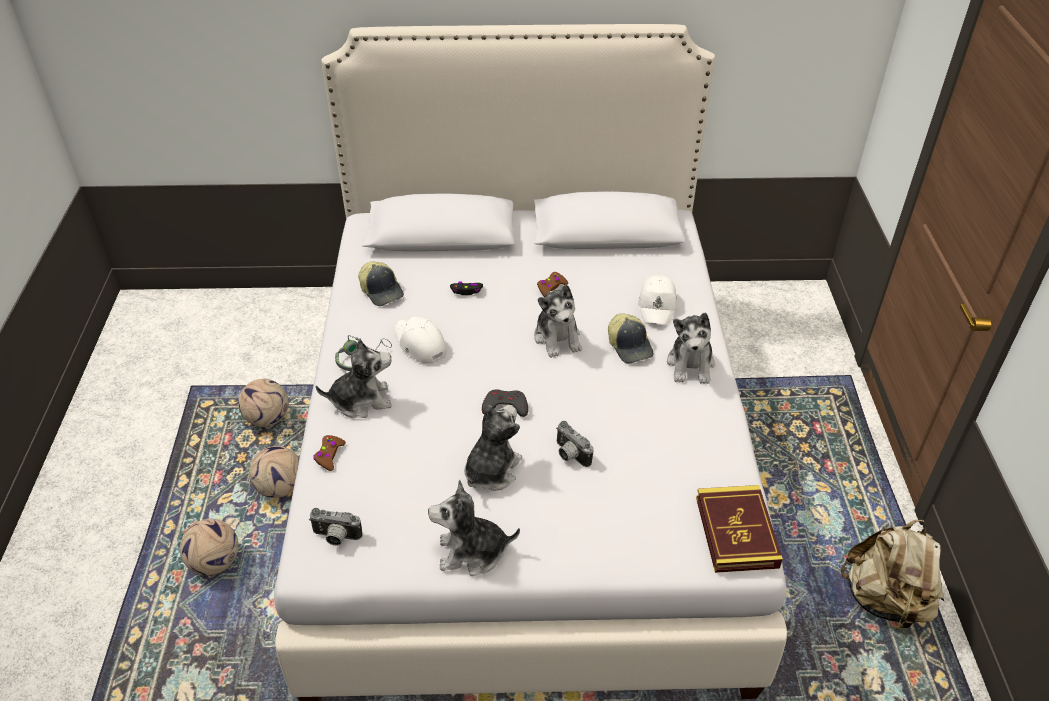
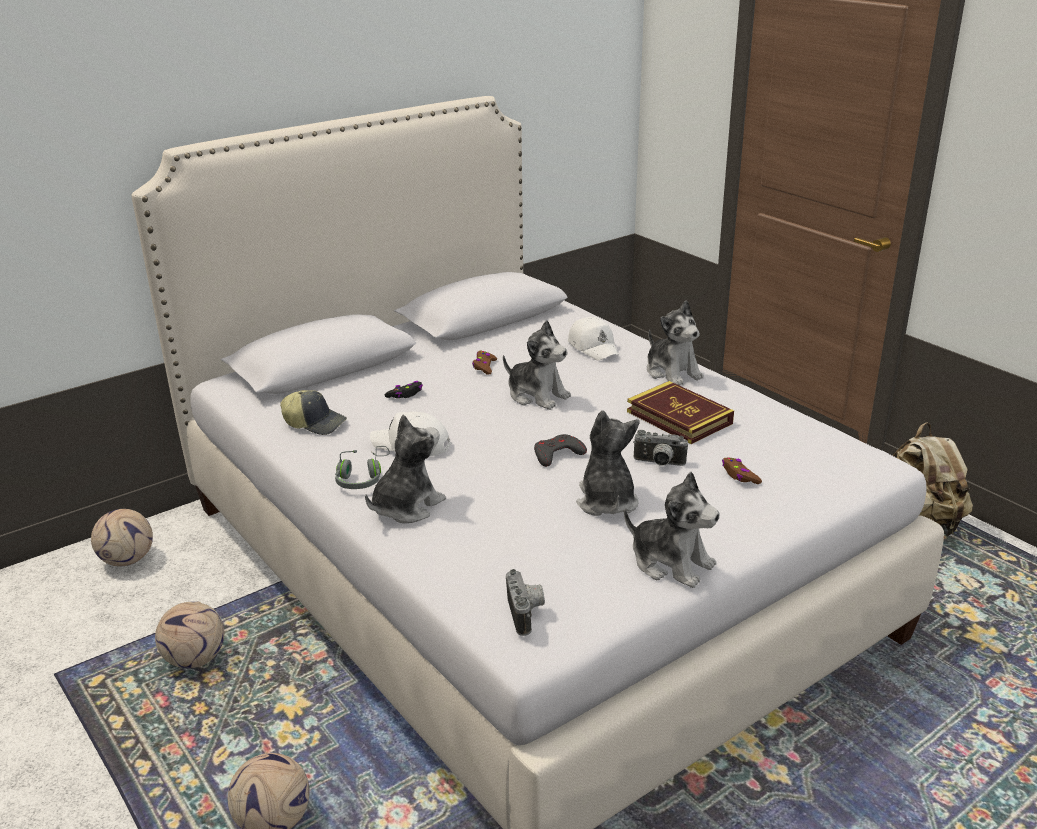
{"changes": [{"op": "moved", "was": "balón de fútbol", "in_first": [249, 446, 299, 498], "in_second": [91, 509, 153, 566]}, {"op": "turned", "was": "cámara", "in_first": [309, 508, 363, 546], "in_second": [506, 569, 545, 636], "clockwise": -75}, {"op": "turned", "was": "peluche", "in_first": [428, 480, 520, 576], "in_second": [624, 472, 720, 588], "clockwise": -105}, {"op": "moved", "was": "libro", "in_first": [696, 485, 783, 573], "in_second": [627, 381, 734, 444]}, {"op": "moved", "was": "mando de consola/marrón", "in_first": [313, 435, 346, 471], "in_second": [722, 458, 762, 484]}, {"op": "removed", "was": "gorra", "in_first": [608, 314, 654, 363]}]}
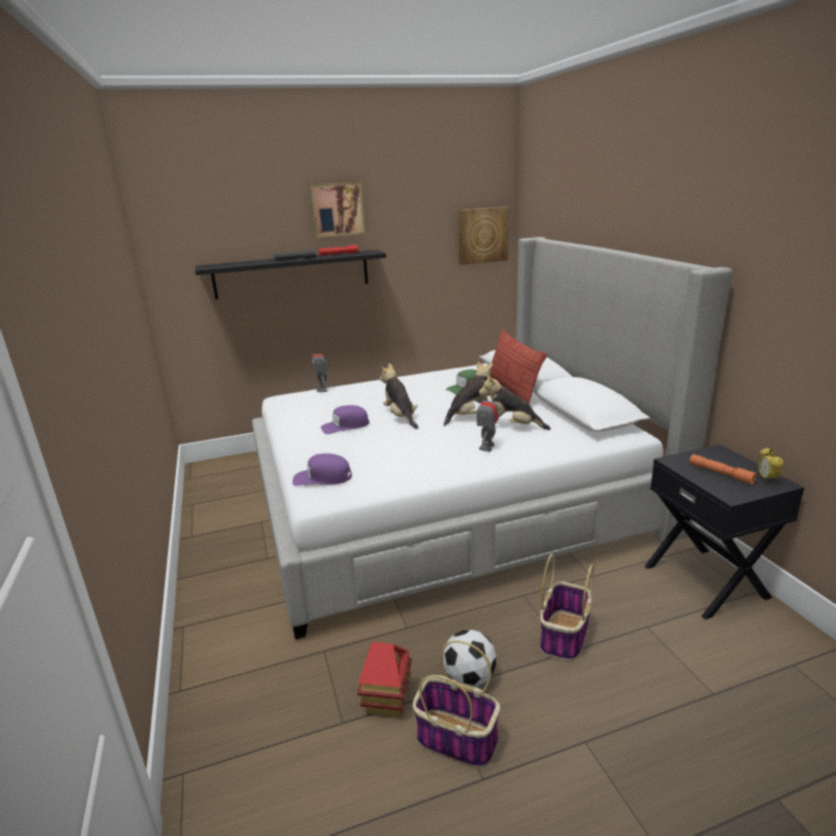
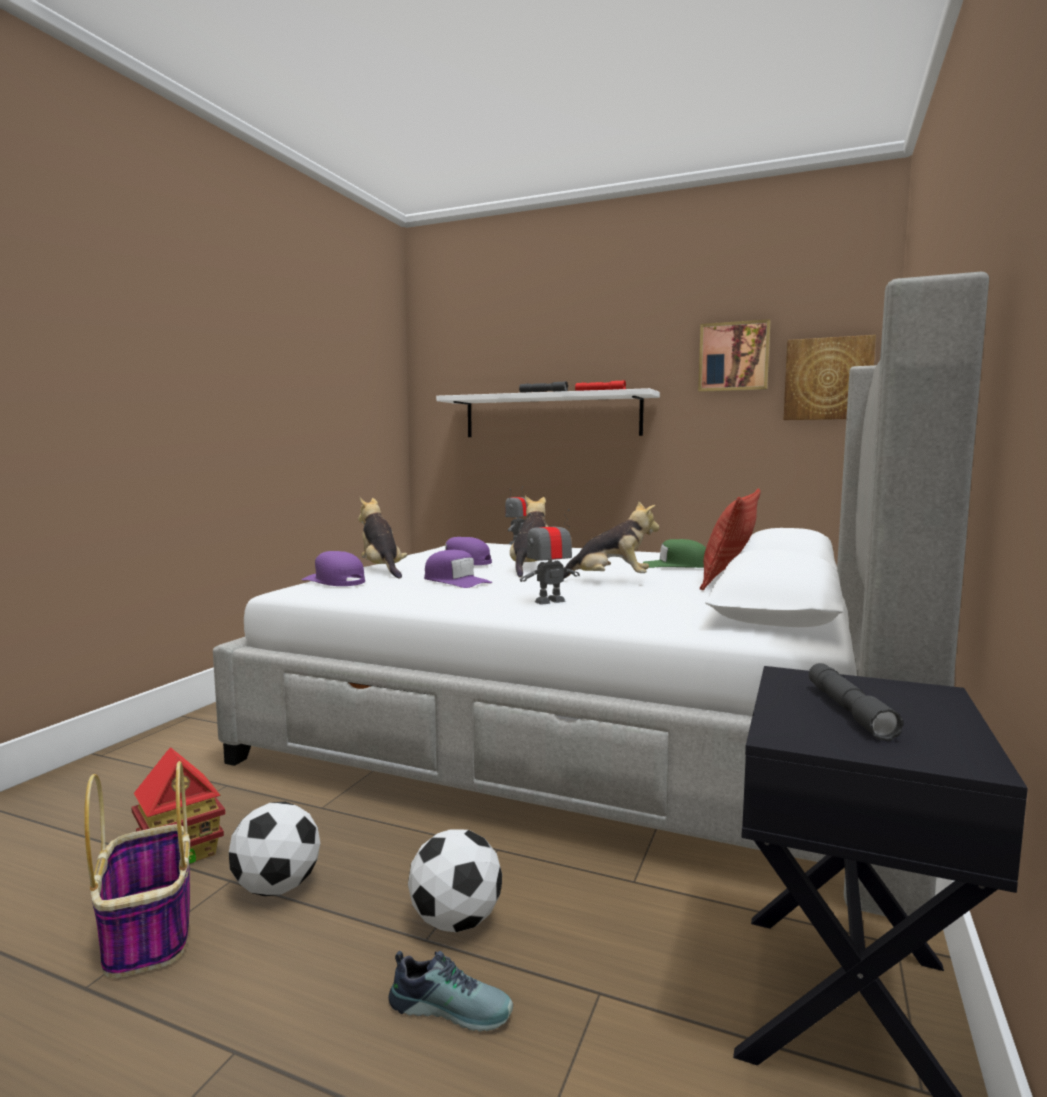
{"changes": [{"op": "moved", "was": "peluche", "in_first": [479, 374, 551, 430], "in_second": [358, 498, 407, 579]}, {"op": "added", "now": "zapato", "in_second": [389, 951, 513, 1032]}, {"op": "replaced", "was": "cesta", "now": "balón de fútbol", "in_first": [540, 554, 594, 661], "in_second": [408, 829, 502, 932]}, {"op": "added", "now": "gorra/morado", "in_second": [424, 550, 492, 588]}, {"op": "recoloured", "was": "estante/negro", "now": "estante/blanco", "in_first": [195, 250, 386, 299], "in_second": [436, 388, 660, 437]}, {"op": "moved", "was": "cuadro", "in_first": [310, 182, 365, 238], "in_second": [698, 319, 770, 392]}, {"op": "recoloured", "was": "linterna/naranja", "now": "linterna/gris", "in_first": [689, 454, 757, 485], "in_second": [809, 663, 904, 741]}, {"op": "removed", "was": "despertador", "in_first": [759, 448, 784, 483]}]}
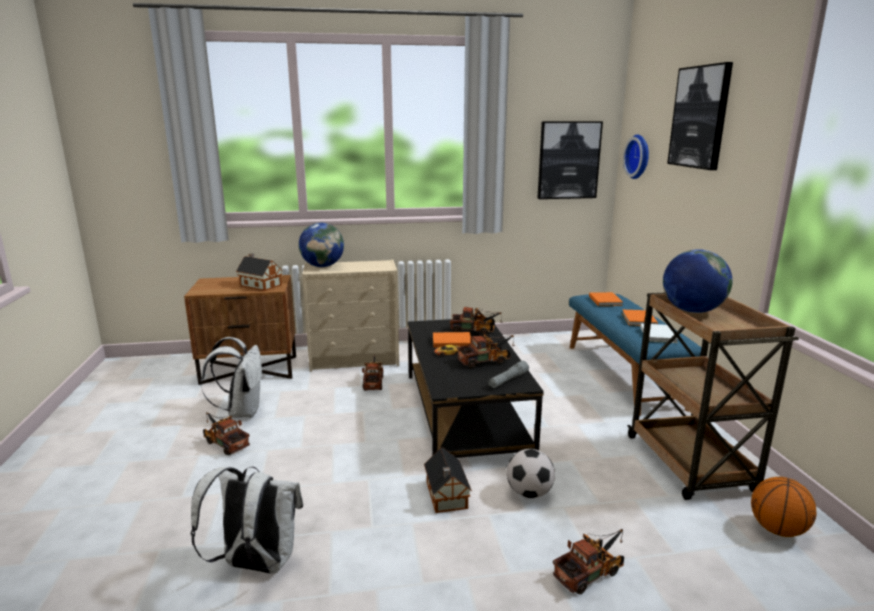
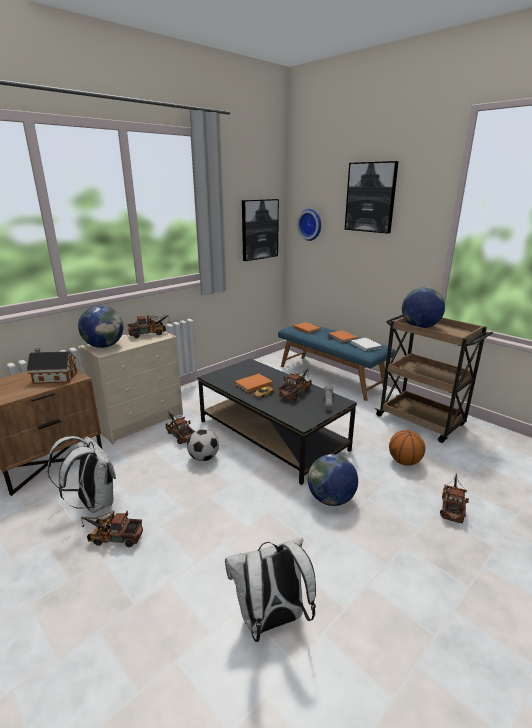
{"changes": [{"op": "moved", "was": "camión de juguete", "in_first": [450, 307, 503, 335], "in_second": [128, 315, 169, 338]}, {"op": "moved", "was": "balón de fútbol", "in_first": [507, 449, 555, 498], "in_second": [187, 429, 219, 461]}, {"op": "replaced", "was": "casita", "now": "globo terráqueo", "in_first": [424, 448, 472, 513], "in_second": [308, 454, 358, 506]}, {"op": "moved", "was": "balón de baloncesto", "in_first": [751, 477, 816, 537], "in_second": [389, 430, 425, 466]}]}
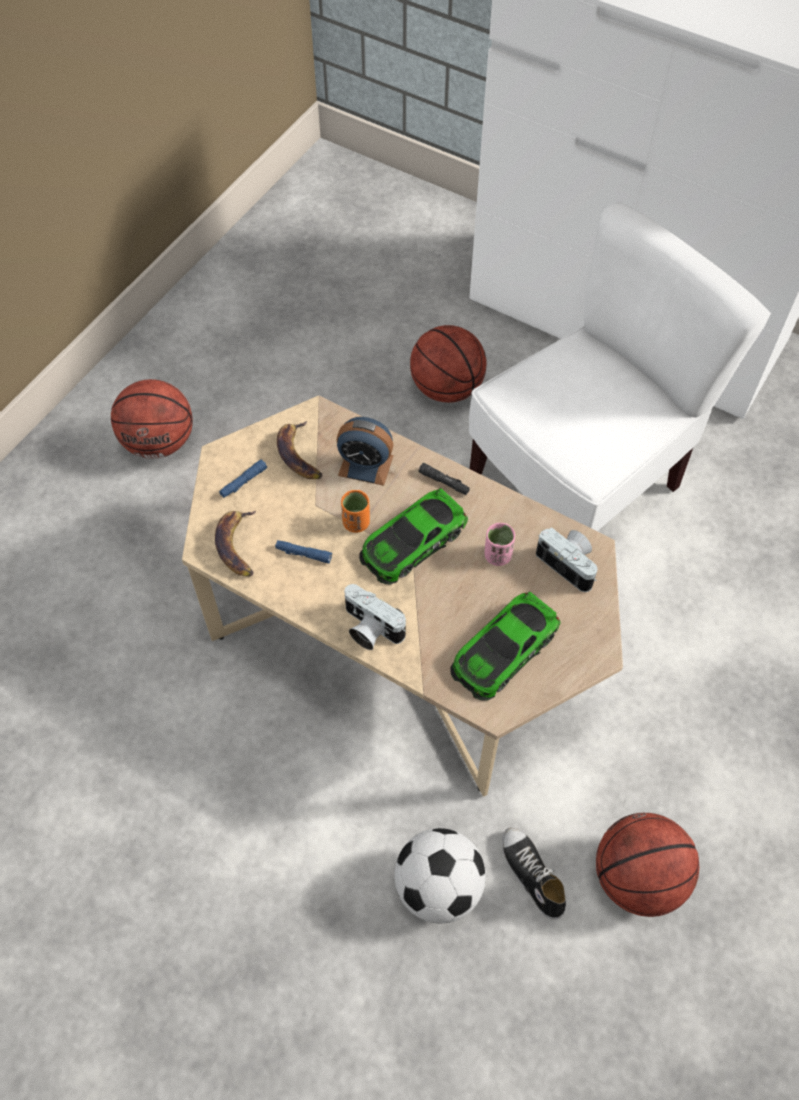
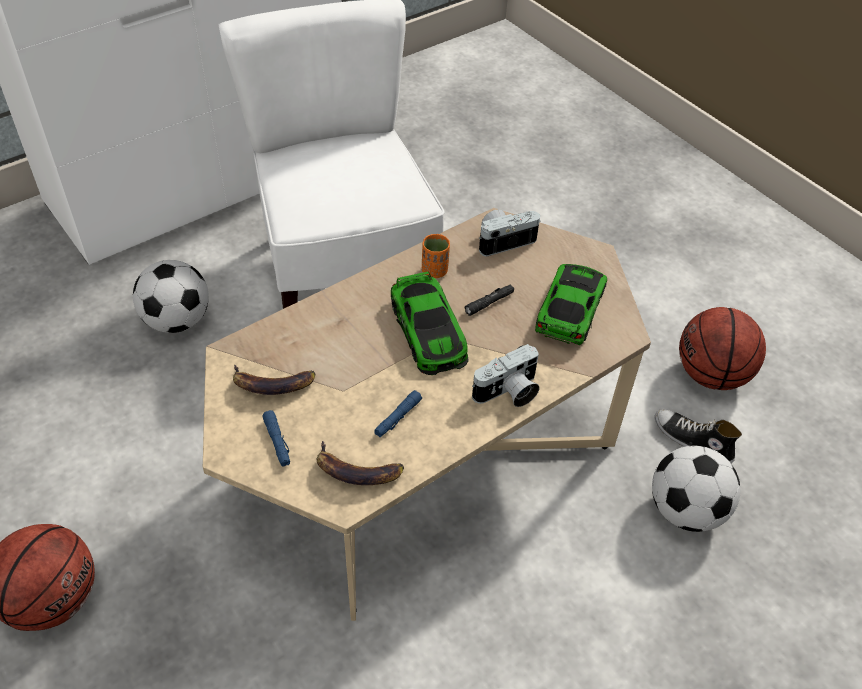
{"changes": [{"op": "replaced", "was": "balón de baloncesto", "now": "balón de fútbol", "in_first": [410, 325, 486, 403], "in_second": [133, 260, 209, 333]}, {"op": "moved", "was": "taza/naranja", "in_first": [341, 490, 370, 533], "in_second": [422, 234, 450, 278]}, {"op": "moved", "was": "linterna/negro", "in_first": [419, 463, 470, 495], "in_second": [464, 284, 514, 316]}, {"op": "turned", "was": "coche de juguete", "in_first": [450, 592, 561, 701], "in_second": [535, 264, 607, 345], "clockwise": -135}, {"op": "turned", "was": "zapato", "in_first": [502, 827, 566, 920], "in_second": [654, 409, 742, 464], "clockwise": 45}, {"op": "removed", "was": "despertador", "in_first": [336, 417, 394, 486]}, {"op": "removed", "was": "taza/rosa", "in_first": [485, 523, 515, 566]}]}
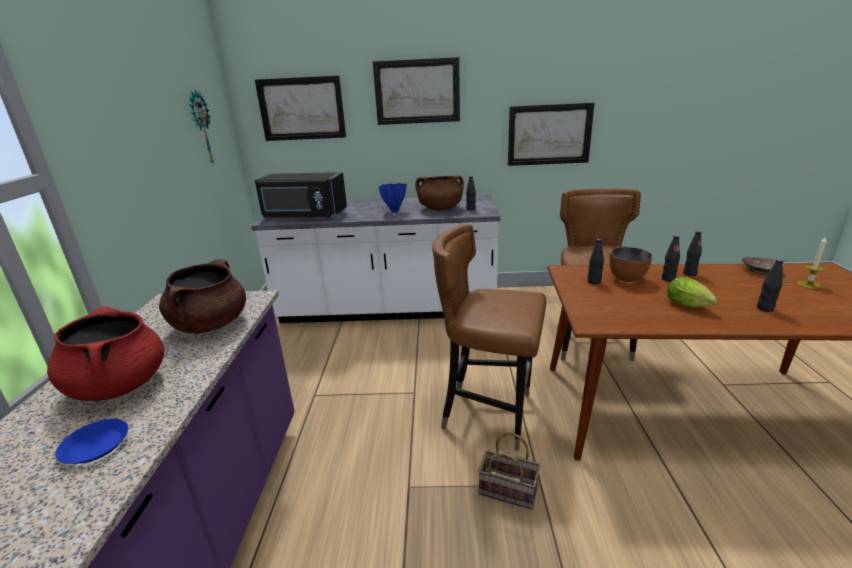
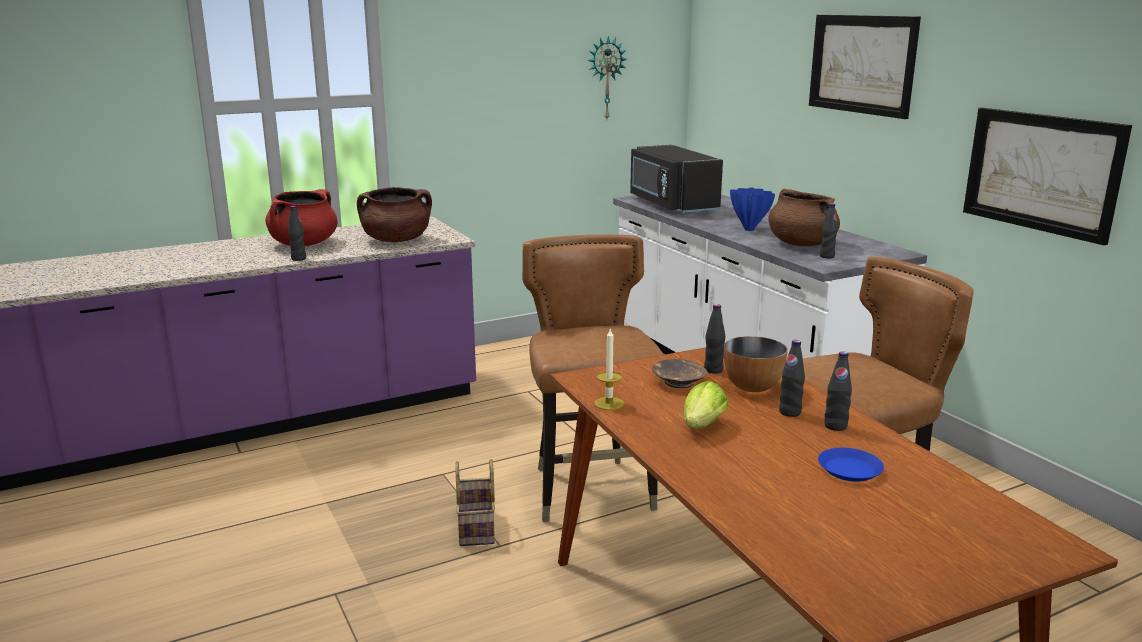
{"changes": [{"op": "moved", "was": "botella/negro", "in_first": [757, 259, 783, 312], "in_second": [288, 206, 306, 261]}, {"op": "moved", "was": "vela", "in_first": [797, 236, 827, 289], "in_second": [594, 329, 624, 410]}, {"op": "moved", "was": "cuenco/marrón", "in_first": [742, 257, 784, 274], "in_second": [652, 359, 707, 388]}, {"op": "moved", "was": "plato/azul", "in_first": [55, 419, 128, 464], "in_second": [818, 448, 884, 482]}, {"op": "removed", "was": "cuadro", "in_first": [255, 76, 346, 141]}]}
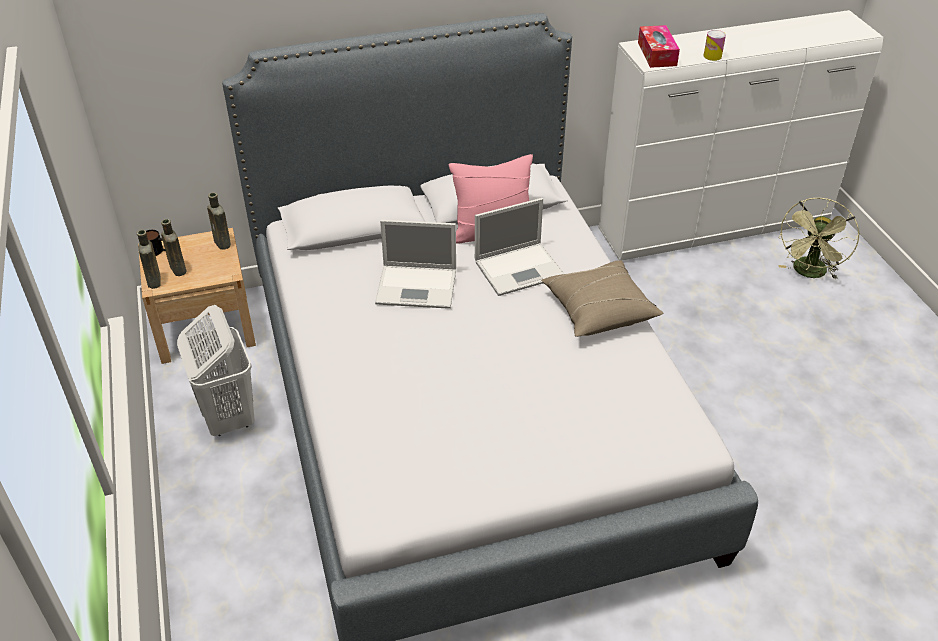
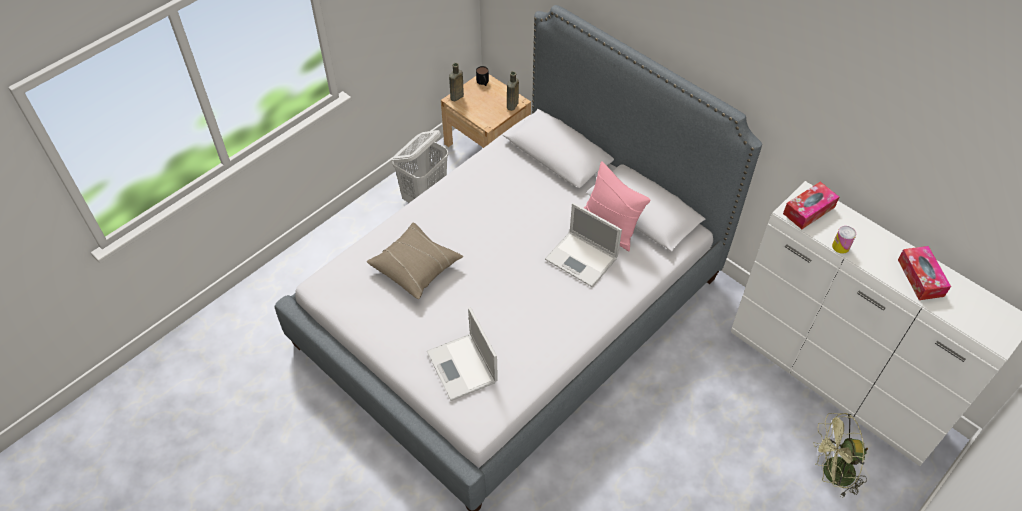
{"changes": [{"op": "moved", "was": "cojín/beis", "in_first": [541, 260, 663, 337], "in_second": [367, 223, 463, 299]}, {"op": "moved", "was": "portátil", "in_first": [375, 220, 456, 309], "in_second": [427, 307, 498, 401]}, {"op": "added", "now": "caja de pañuelos", "in_second": [898, 246, 951, 300]}, {"op": "removed", "was": "botella/marrón", "in_first": [161, 219, 187, 276]}]}
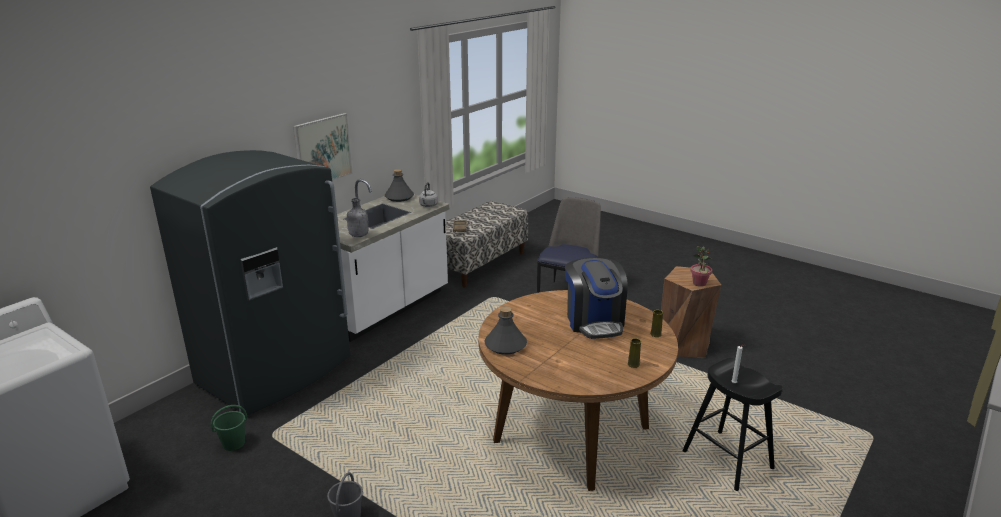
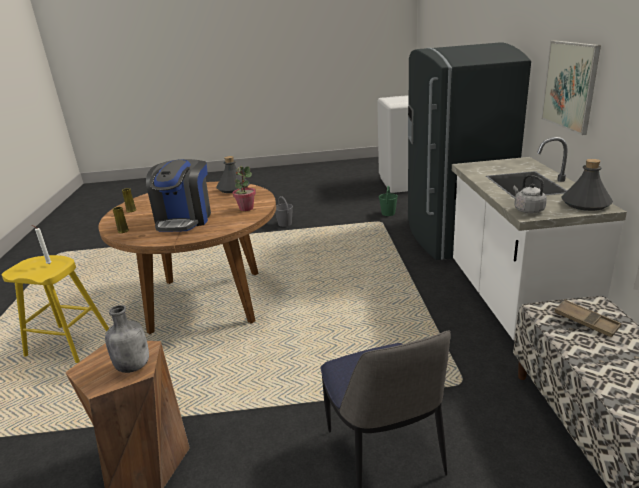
{"changes": [{"op": "recoloured", "was": "taburete/negro", "now": "taburete/amarillo", "in_first": [682, 358, 783, 491], "in_second": [2, 255, 109, 363]}, {"op": "moved", "was": "botella/gris", "in_first": [347, 198, 369, 237], "in_second": [105, 305, 149, 373]}, {"op": "turned", "was": "cafetera", "in_first": [565, 258, 628, 339], "in_second": [146, 159, 211, 232], "clockwise": -120}, {"op": "moved", "was": "planta en maceta", "in_first": [690, 246, 712, 287], "in_second": [233, 166, 256, 211]}]}
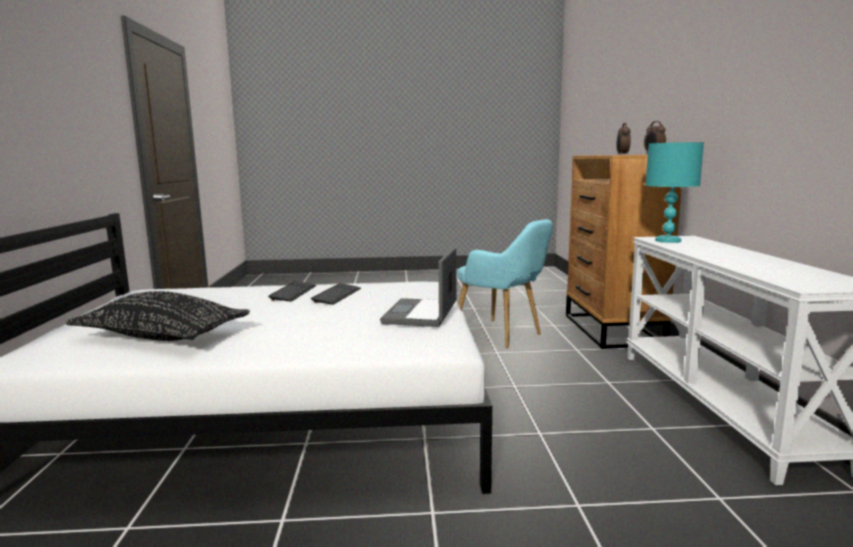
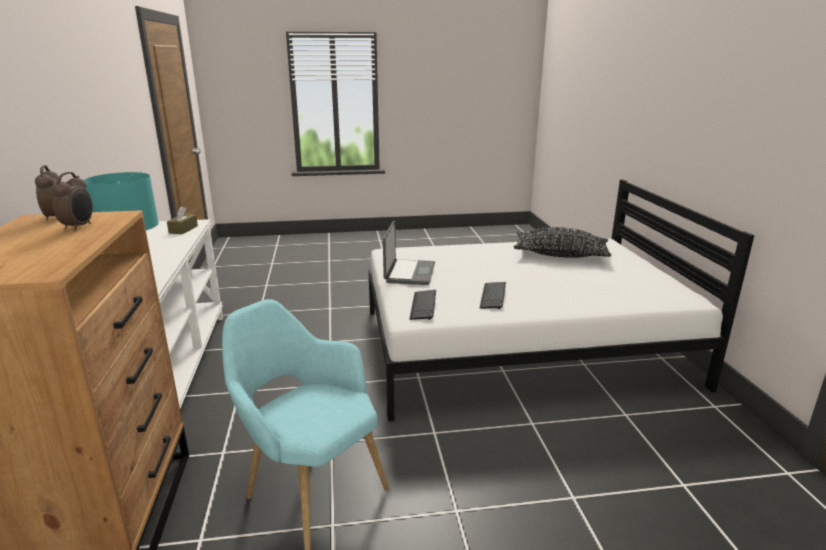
{"changes": [{"op": "added", "now": "caja de pañuelos/marrón", "in_second": [167, 206, 198, 234]}, {"op": "moved", "was": "teclado", "in_first": [268, 281, 316, 302], "in_second": [409, 290, 436, 320]}]}
